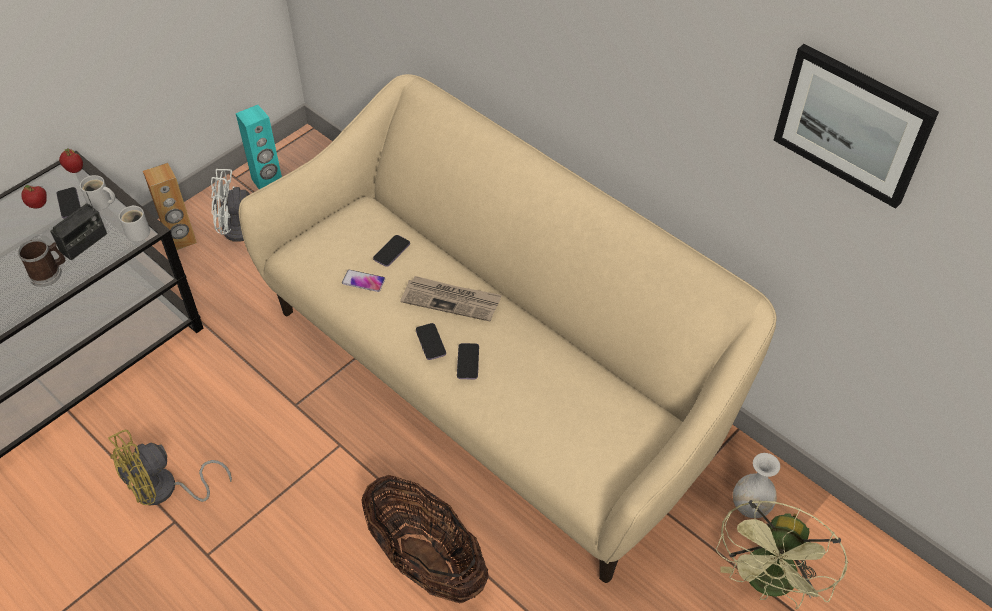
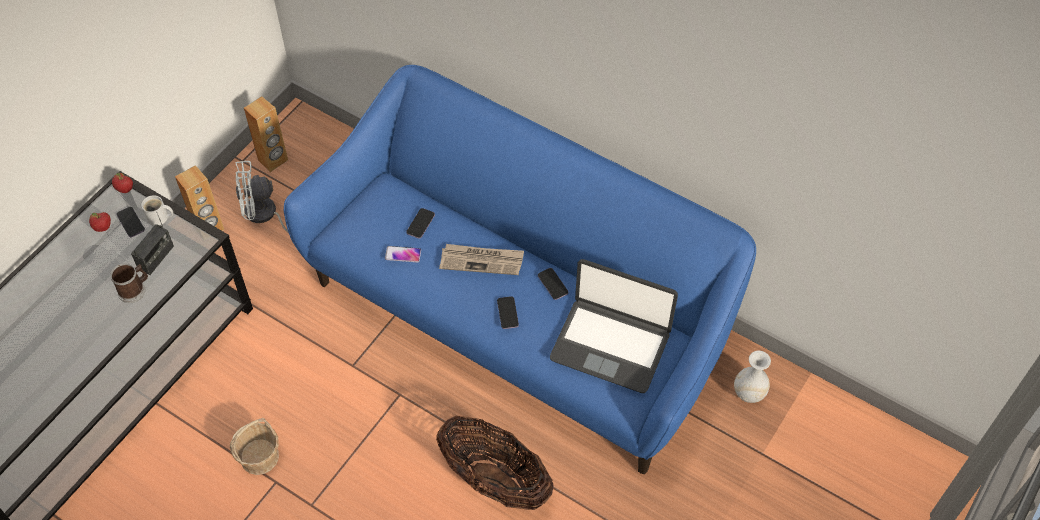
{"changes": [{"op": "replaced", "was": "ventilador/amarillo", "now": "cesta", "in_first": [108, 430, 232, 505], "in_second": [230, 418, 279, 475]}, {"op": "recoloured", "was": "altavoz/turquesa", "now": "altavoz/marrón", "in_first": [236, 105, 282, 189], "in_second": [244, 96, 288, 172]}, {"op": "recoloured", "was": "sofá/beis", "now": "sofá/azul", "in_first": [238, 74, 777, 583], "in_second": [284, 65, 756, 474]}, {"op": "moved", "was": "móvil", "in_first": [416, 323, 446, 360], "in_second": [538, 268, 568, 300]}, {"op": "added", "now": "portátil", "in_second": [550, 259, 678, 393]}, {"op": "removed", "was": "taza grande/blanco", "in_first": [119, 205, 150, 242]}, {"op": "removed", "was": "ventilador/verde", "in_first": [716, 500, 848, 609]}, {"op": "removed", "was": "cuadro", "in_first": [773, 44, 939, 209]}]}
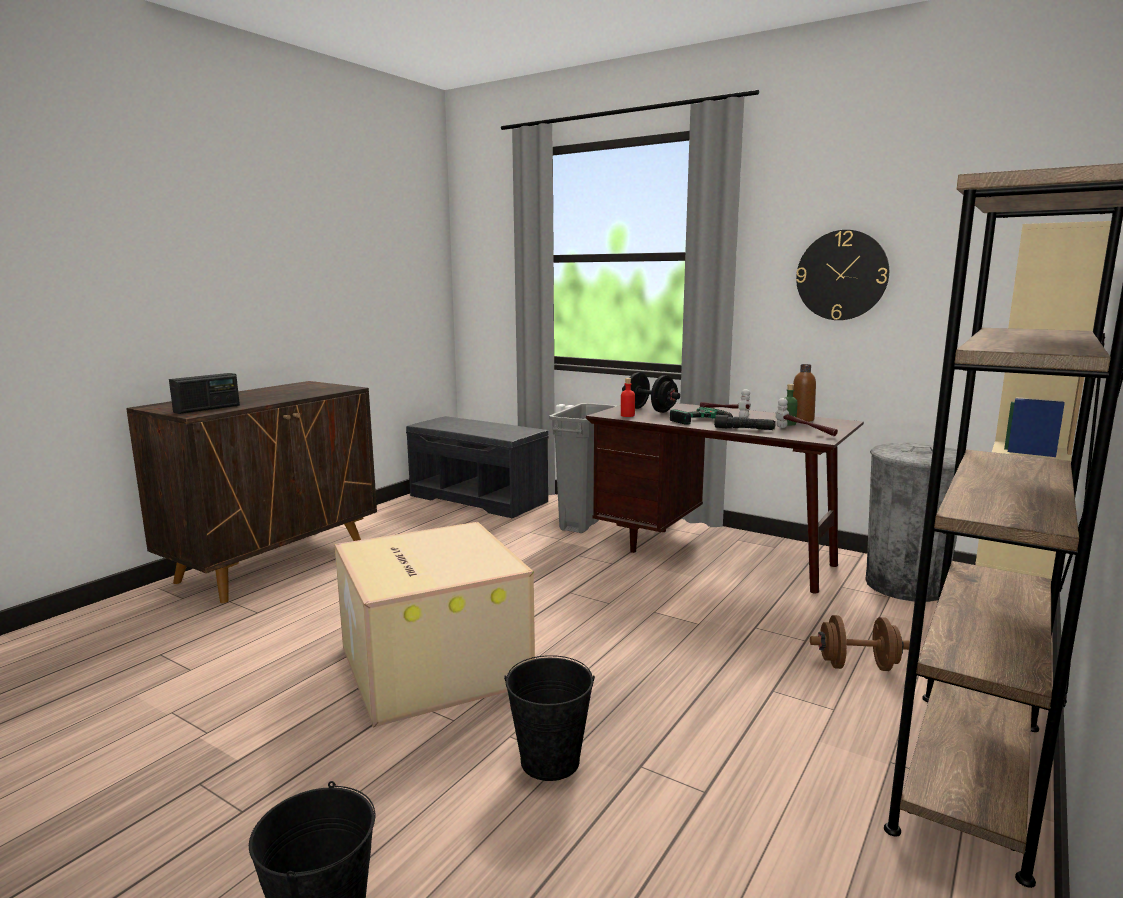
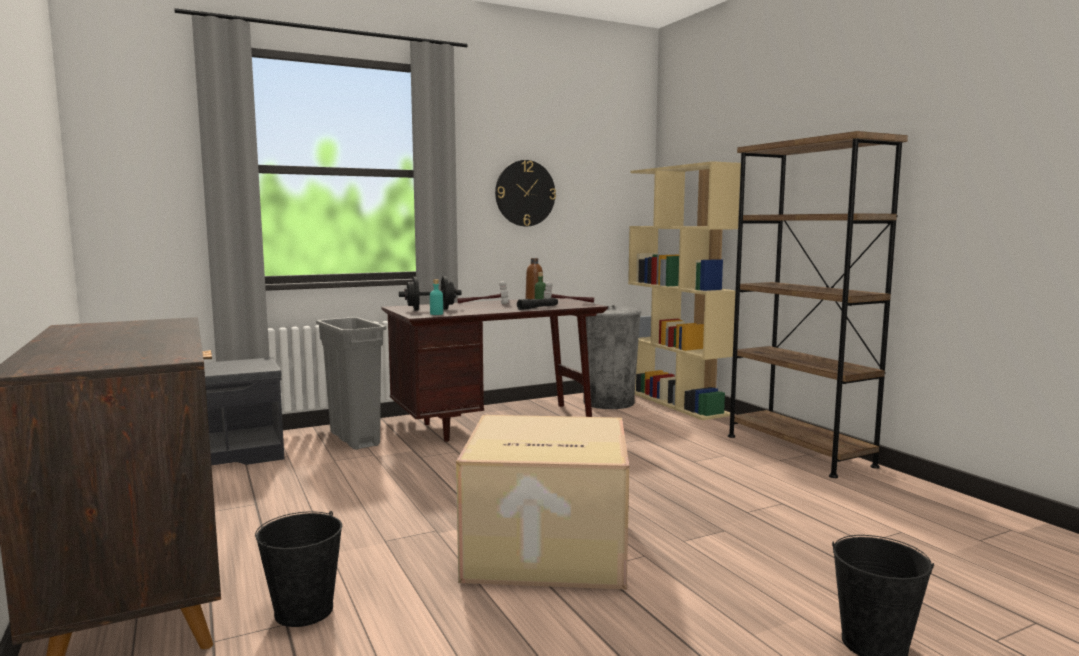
{"changes": [{"op": "moved", "was": "cubo/negro", "in_first": [504, 655, 595, 781], "in_second": [255, 511, 342, 627]}, {"op": "recoloured", "was": "botella/rojo", "now": "botella/turquesa", "in_first": [621, 378, 635, 417], "in_second": [430, 279, 443, 315]}, {"op": "removed", "was": "radio", "in_first": [169, 373, 240, 414]}, {"op": "removed", "was": "taladro", "in_first": [670, 407, 733, 425]}, {"op": "removed", "was": "mancuerna/marrón", "in_first": [810, 615, 910, 671]}]}
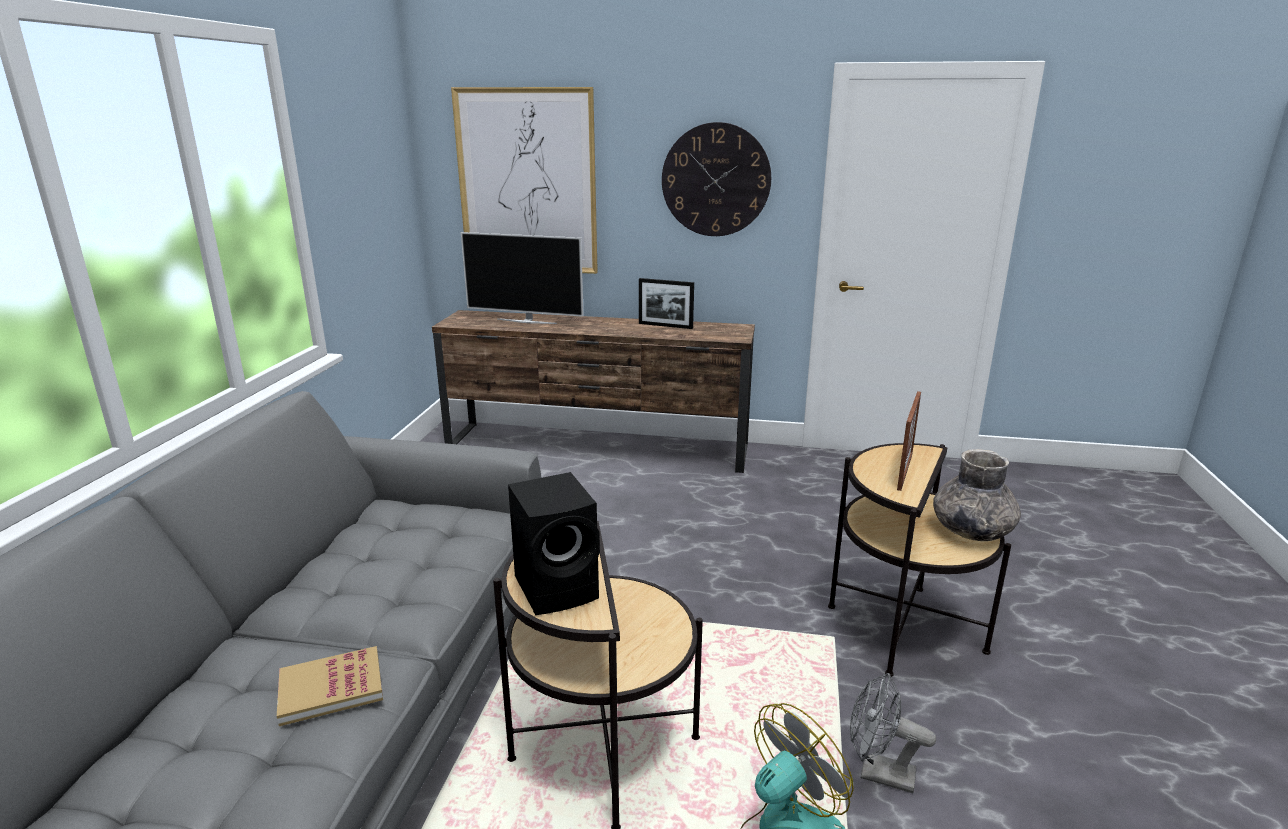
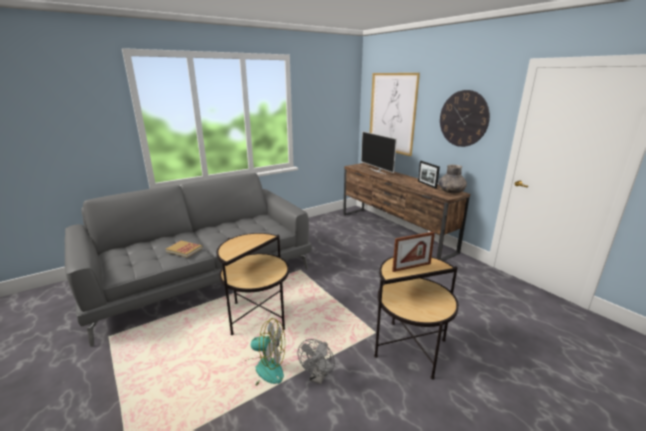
{"changes": [{"op": "turned", "was": "ventilador/gris", "in_first": [850, 673, 936, 793], "in_second": [298, 339, 335, 384], "clockwise": -135}, {"op": "moved", "was": "florero/gris", "in_first": [933, 449, 1021, 541], "in_second": [439, 164, 467, 194]}, {"op": "removed", "was": "altavoz/negro", "in_first": [508, 472, 600, 615]}]}
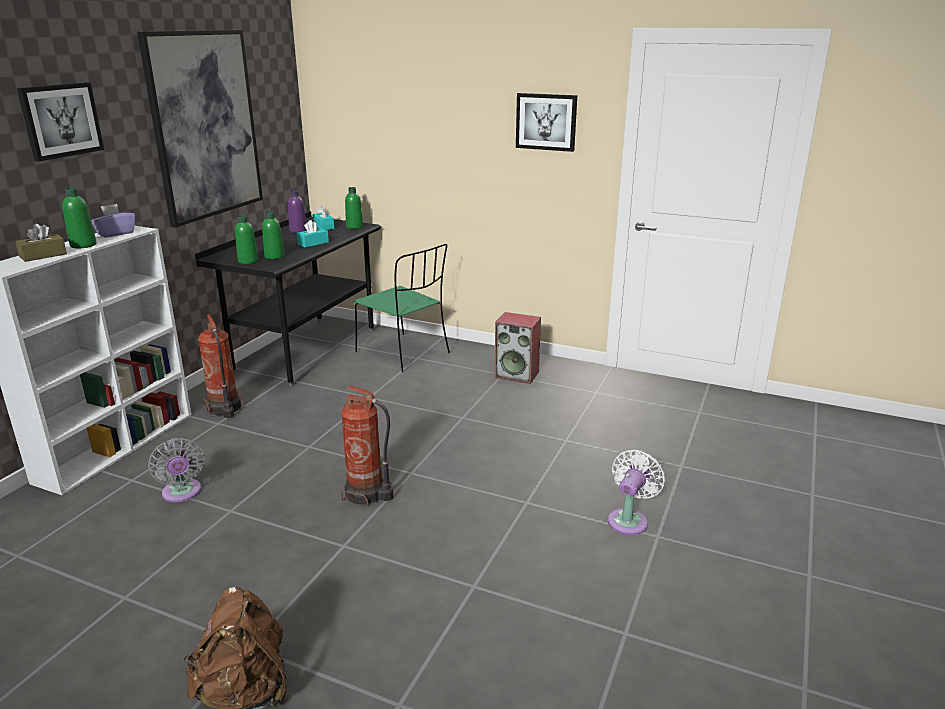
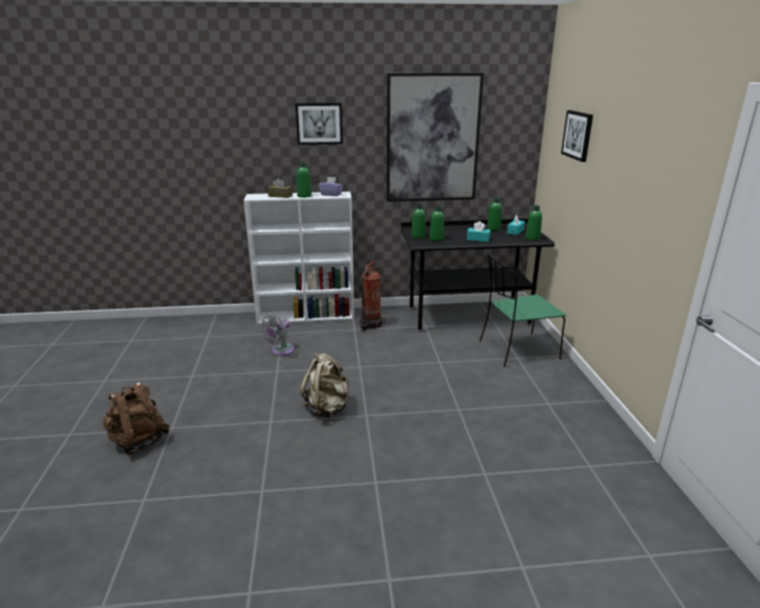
{"changes": [{"op": "replaced", "was": "extintor", "now": "mochila/beis", "in_first": [341, 385, 393, 506], "in_second": [300, 353, 349, 418]}, {"op": "turned", "was": "silla/verde", "in_first": [354, 244, 450, 372], "in_second": [480, 253, 566, 367], "clockwise": 60}, {"op": "recoloured", "was": "botella/morado", "now": "botella/verde", "in_first": [288, 190, 307, 233], "in_second": [487, 198, 502, 231]}, {"op": "moved", "was": "cuadro", "in_first": [516, 93, 577, 152], "in_second": [561, 110, 593, 162]}, {"op": "removed", "was": "altavoz", "in_first": [494, 312, 541, 384]}, {"op": "removed", "was": "ventilador/blanco", "in_first": [608, 449, 665, 535]}]}
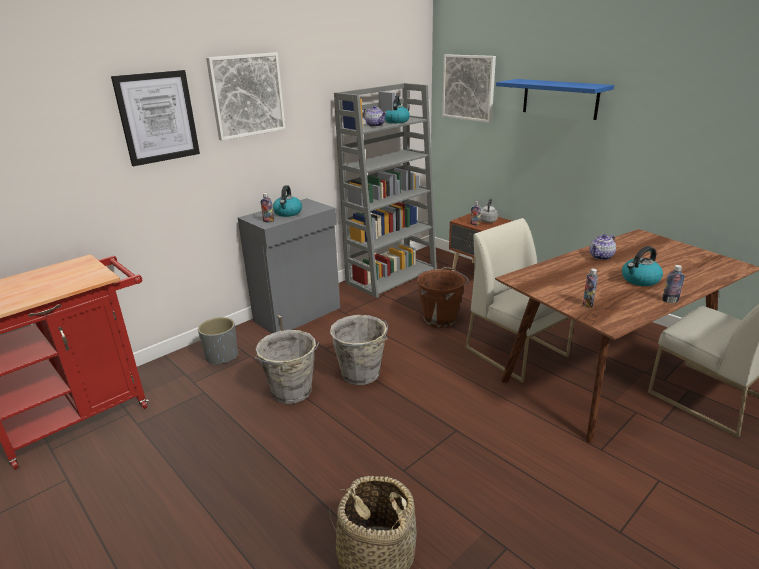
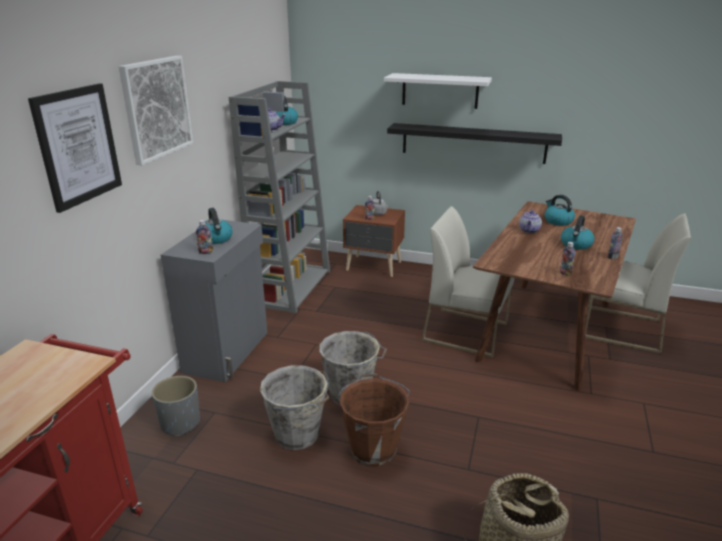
{"changes": [{"op": "moved", "was": "cubo/marrón", "in_first": [417, 267, 469, 328], "in_second": [337, 373, 410, 467]}, {"op": "recoloured", "was": "estante/azul", "now": "estante/blanco", "in_first": [496, 79, 614, 120], "in_second": [384, 73, 492, 109]}, {"op": "added", "now": "estante/negro", "in_second": [387, 123, 562, 164]}, {"op": "added", "now": "hervidor", "in_second": [545, 195, 575, 226]}, {"op": "removed", "was": "cuadro", "in_first": [442, 54, 496, 123]}]}
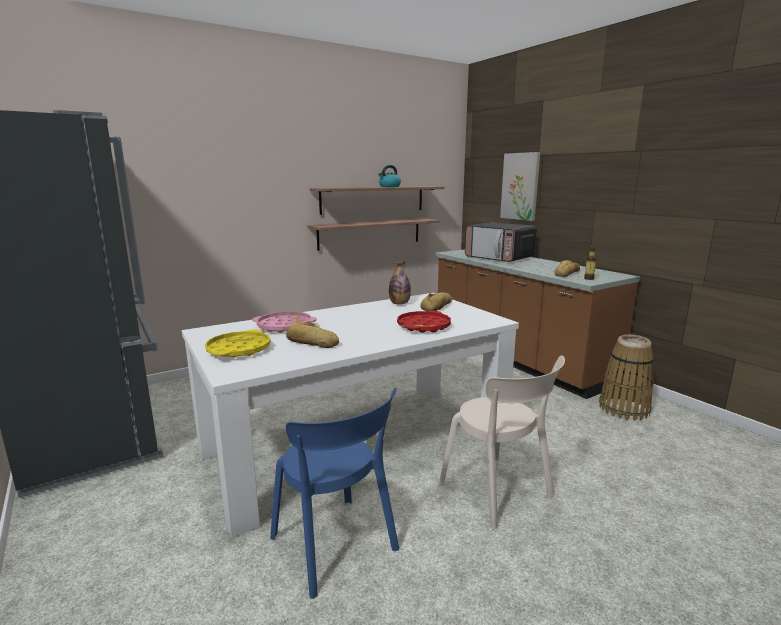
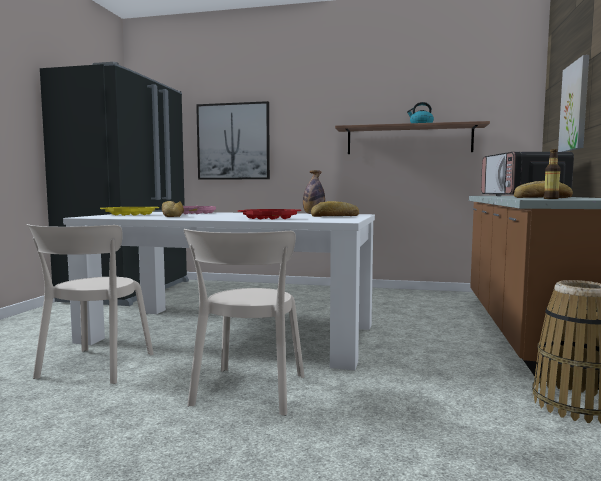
{"changes": [{"op": "recoloured", "was": "silla/azul", "now": "silla/beis", "in_first": [270, 388, 399, 599], "in_second": [27, 224, 154, 384]}, {"op": "added", "now": "cuadro", "in_second": [196, 101, 270, 180]}, {"op": "removed", "was": "estante", "in_first": [307, 218, 441, 251]}]}
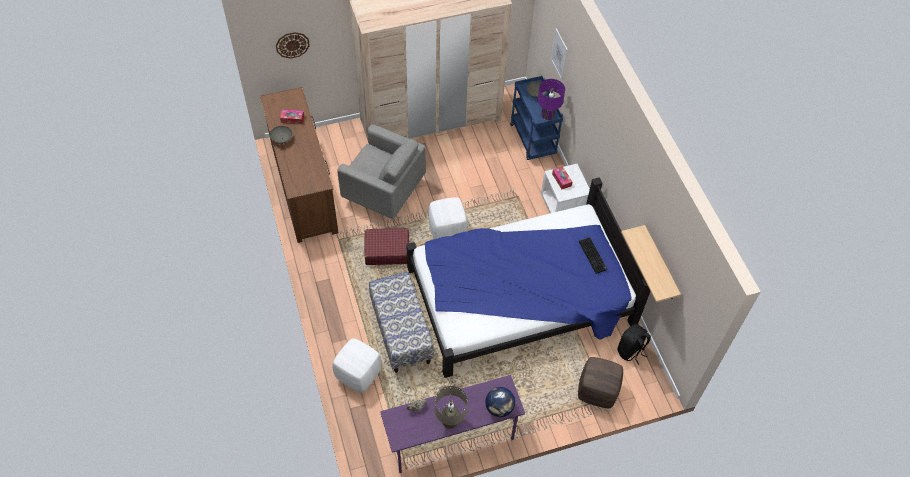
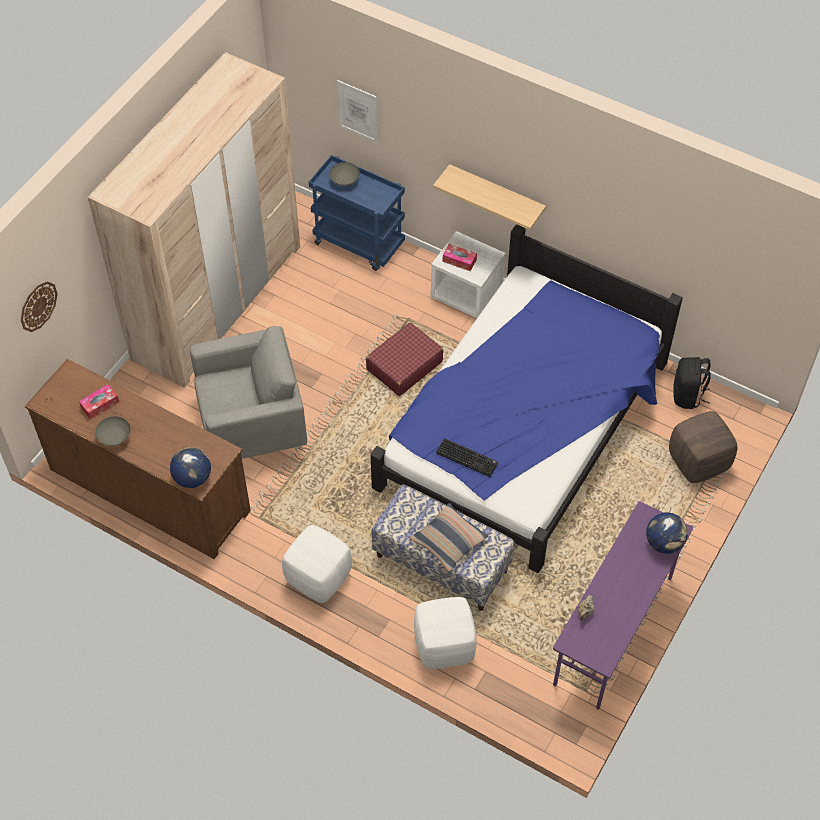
{"changes": [{"op": "added", "now": "globo terráqueo", "in_second": [170, 447, 211, 488]}, {"op": "moved", "was": "puf/blanco", "in_first": [428, 197, 467, 239], "in_second": [282, 525, 352, 603]}, {"op": "moved", "was": "maleta/rojo", "in_first": [364, 228, 409, 265], "in_second": [366, 322, 443, 396]}, {"op": "added", "now": "cojín", "in_second": [410, 503, 488, 572]}, {"op": "moved", "was": "estante", "in_first": [621, 225, 681, 302], "in_second": [433, 164, 546, 230]}, {"op": "moved", "was": "teclado", "in_first": [579, 237, 607, 274], "in_second": [436, 438, 498, 477]}, {"op": "removed", "was": "lámpara de mesa/beis", "in_first": [435, 386, 468, 429]}, {"op": "removed", "was": "lámpara de mesa/morado", "in_first": [537, 79, 565, 120]}]}
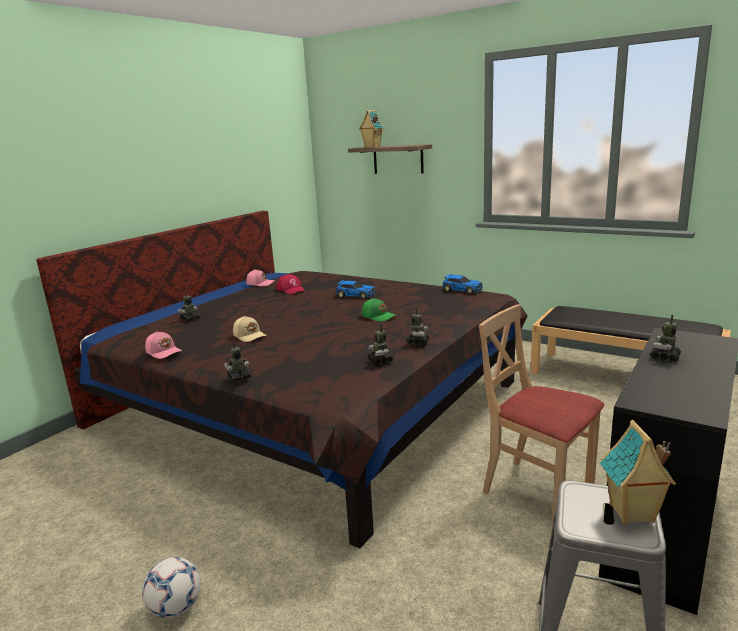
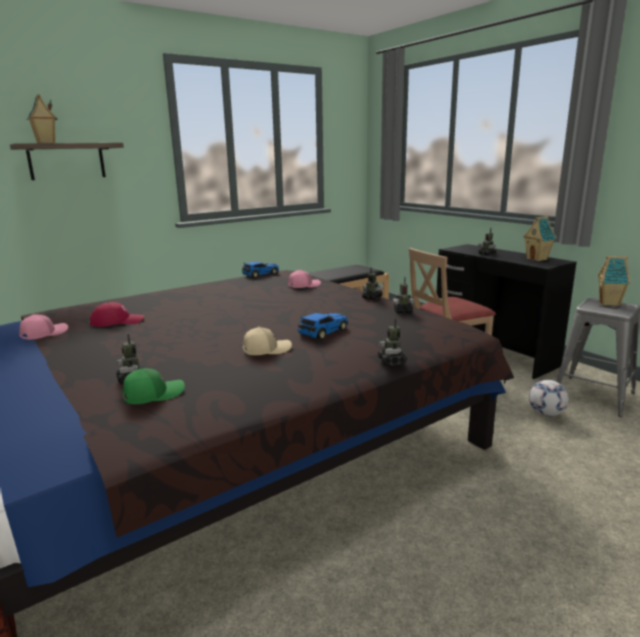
{"changes": [{"op": "moved", "was": "gorra/verde", "in_first": [362, 298, 395, 321], "in_second": [123, 368, 185, 404]}, {"op": "moved", "was": "gorra/rosa", "in_first": [145, 331, 182, 359], "in_second": [288, 269, 321, 288]}, {"op": "moved", "was": "coche de juguete", "in_first": [336, 280, 376, 299], "in_second": [298, 313, 348, 340]}, {"op": "added", "now": "casita", "in_second": [523, 216, 557, 261]}, {"op": "moved", "was": "balón de fútbol", "in_first": [142, 557, 200, 618], "in_second": [529, 380, 569, 417]}]}
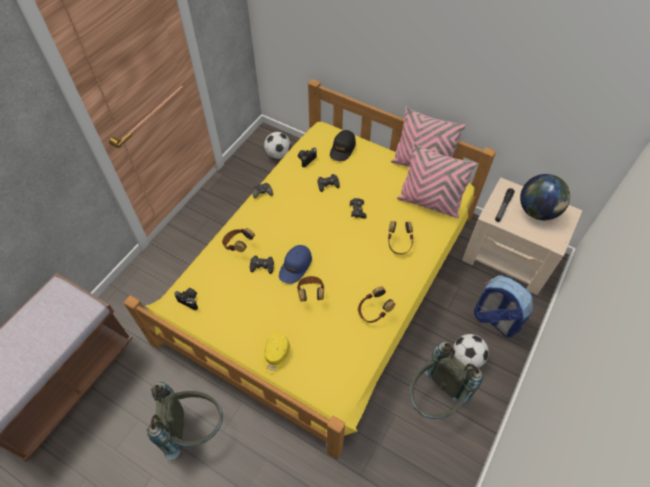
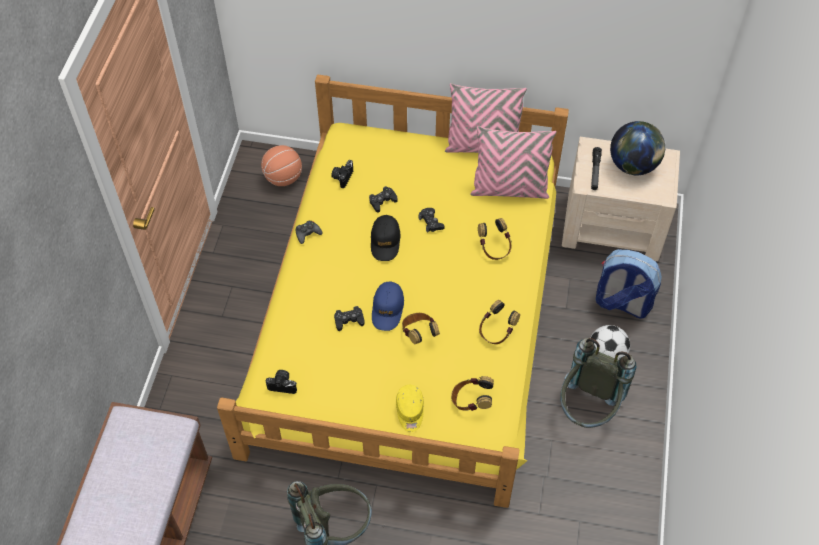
{"changes": [{"op": "replaced", "was": "balón de fútbol", "now": "balón de baloncesto", "in_first": [264, 132, 291, 159], "in_second": [261, 145, 302, 186]}, {"op": "moved", "was": "gorra/negro", "in_first": [330, 130, 356, 161], "in_second": [371, 215, 400, 261]}, {"op": "moved", "was": "auriculares", "in_first": [222, 228, 255, 252], "in_second": [451, 376, 494, 411]}]}
